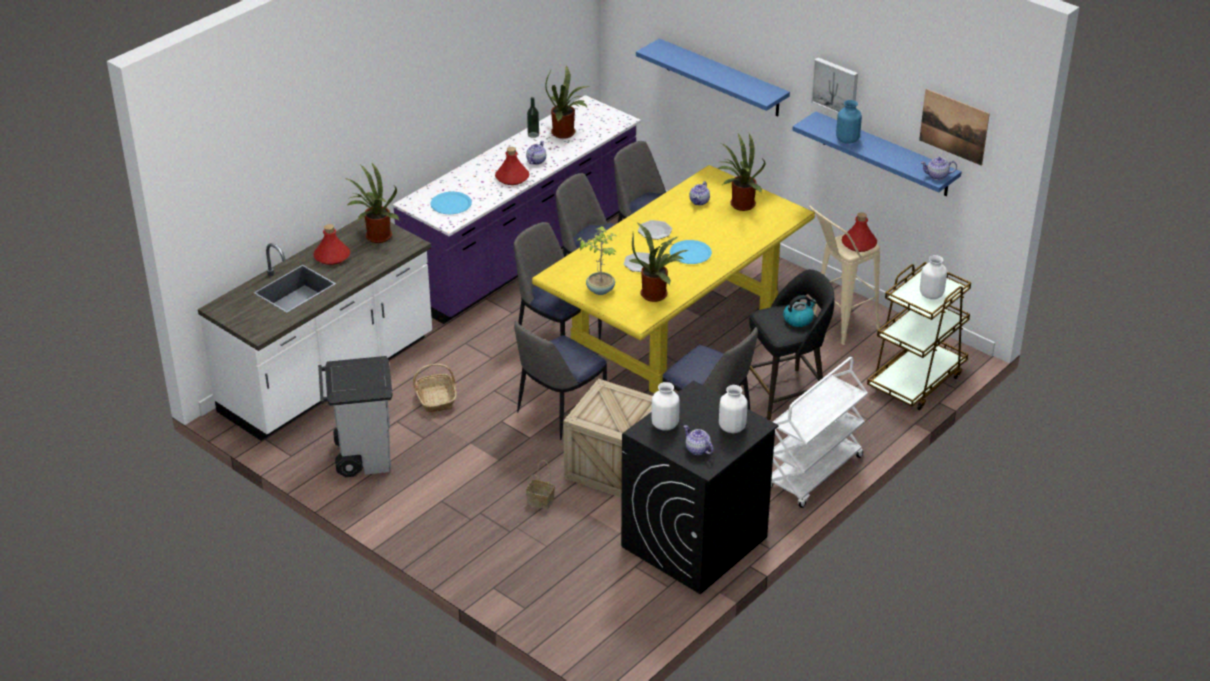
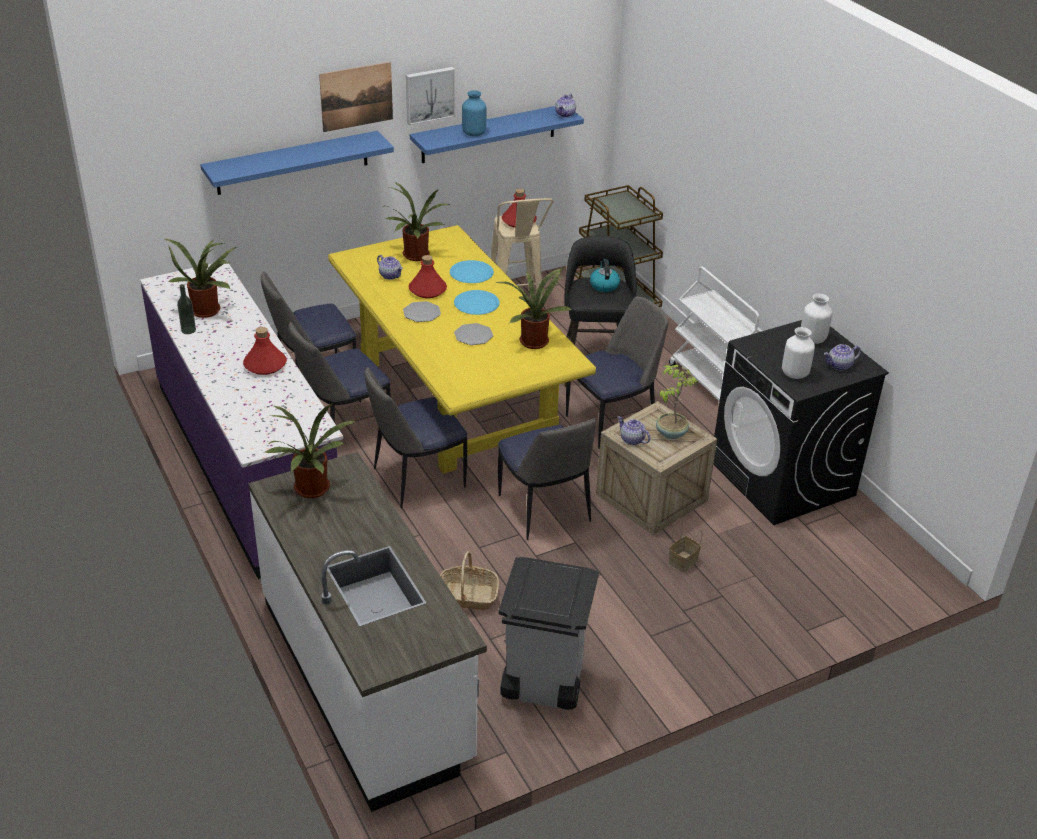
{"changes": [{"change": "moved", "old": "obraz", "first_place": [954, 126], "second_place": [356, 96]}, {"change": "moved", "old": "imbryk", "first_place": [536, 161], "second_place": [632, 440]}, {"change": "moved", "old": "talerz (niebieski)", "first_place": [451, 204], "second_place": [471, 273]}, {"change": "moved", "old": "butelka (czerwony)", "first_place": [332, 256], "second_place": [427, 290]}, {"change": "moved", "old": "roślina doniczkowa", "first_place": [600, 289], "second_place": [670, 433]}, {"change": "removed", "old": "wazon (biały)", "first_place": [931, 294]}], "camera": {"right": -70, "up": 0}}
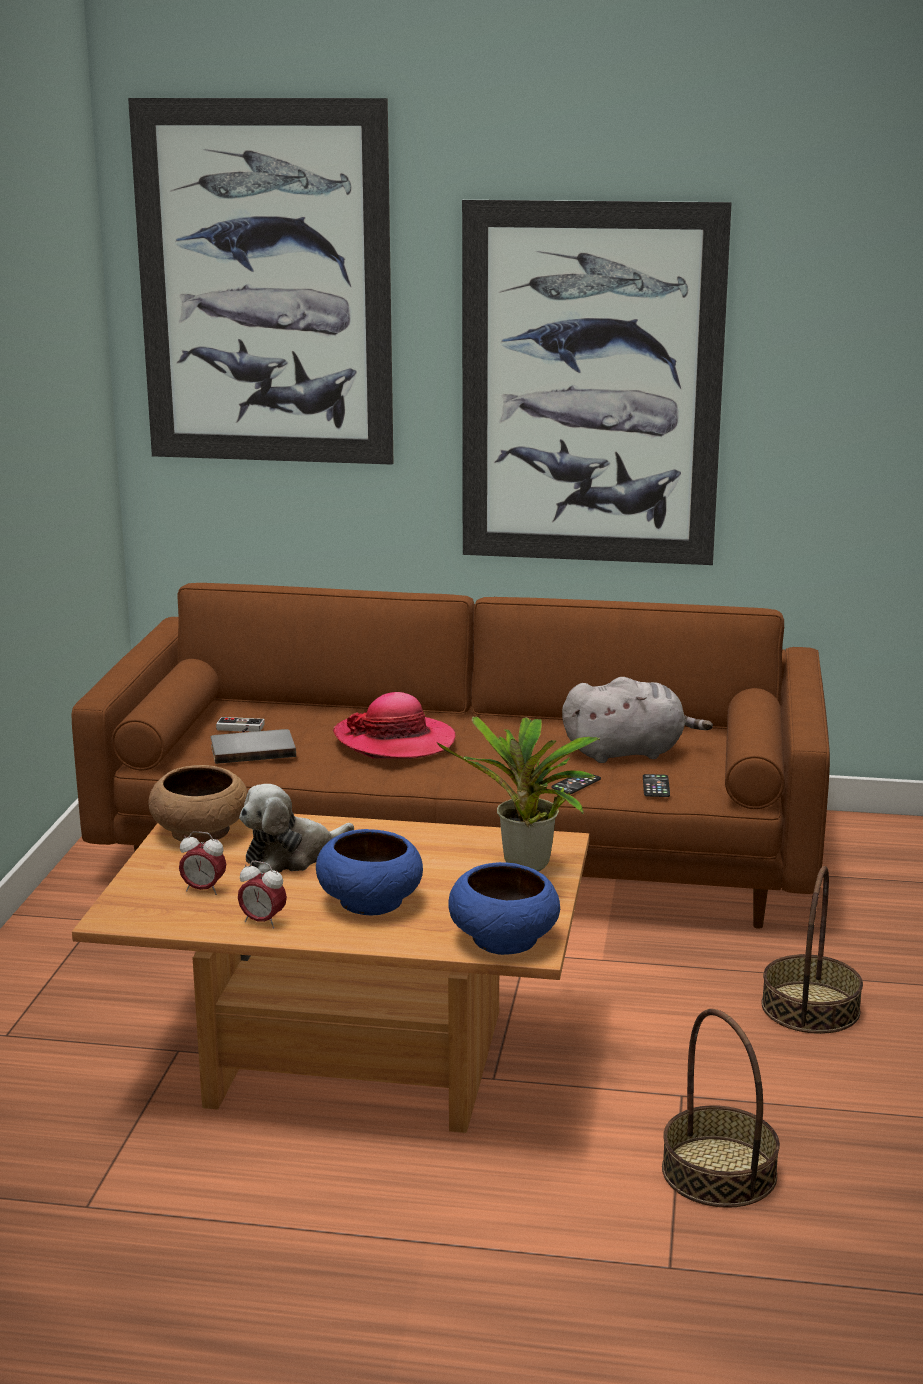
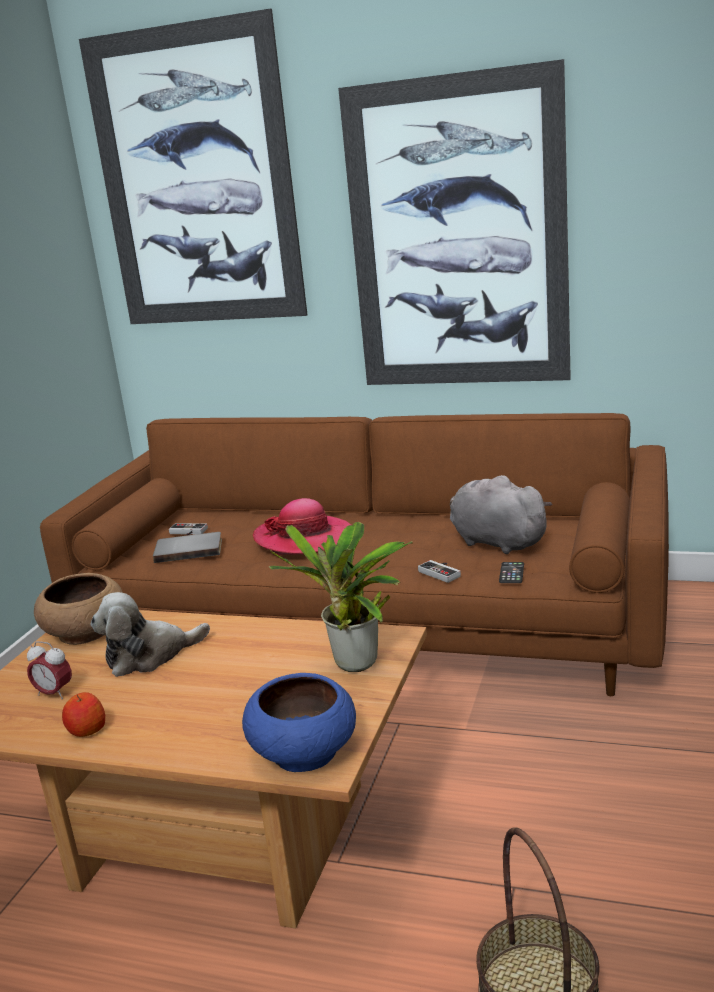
{"changes": [{"change": "turned", "old": "pluszak (szary)", "first_place": [628, 752], "second_place": [495, 542], "degrees": -135}, {"change": "replaced", "old": "telefon", "new": "pad do gier", "first_place": [576, 783], "second_place": [442, 572]}, {"change": "removed", "old": "miska (niebieski)", "first_place": [370, 901]}, {"change": "replaced", "old": "budzik", "new": "jabłko", "first_place": [263, 922], "second_place": [86, 730]}, {"change": "removed", "old": "koszyk", "first_place": [810, 1008]}], "camera": {"right": 10, "up": 0}}
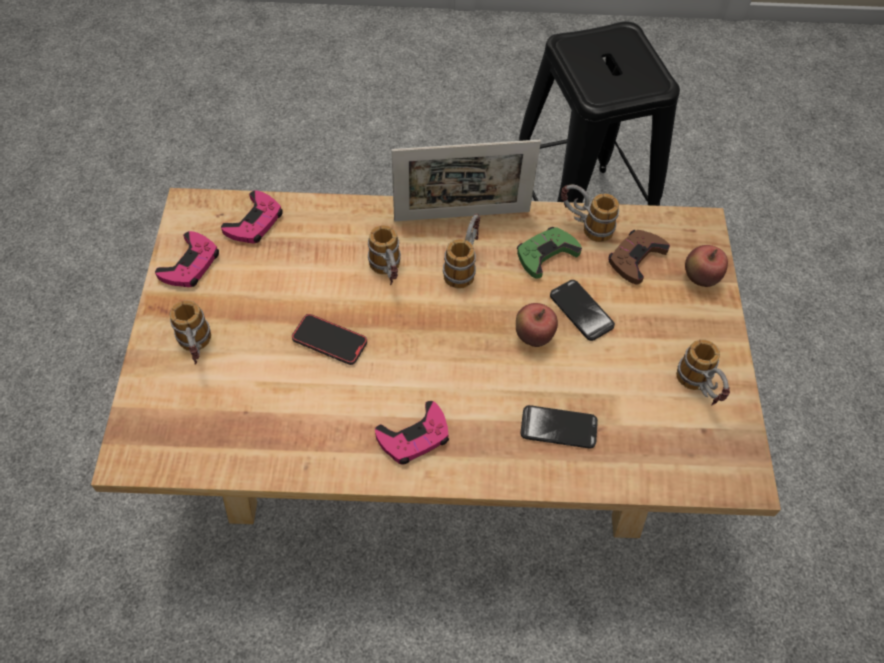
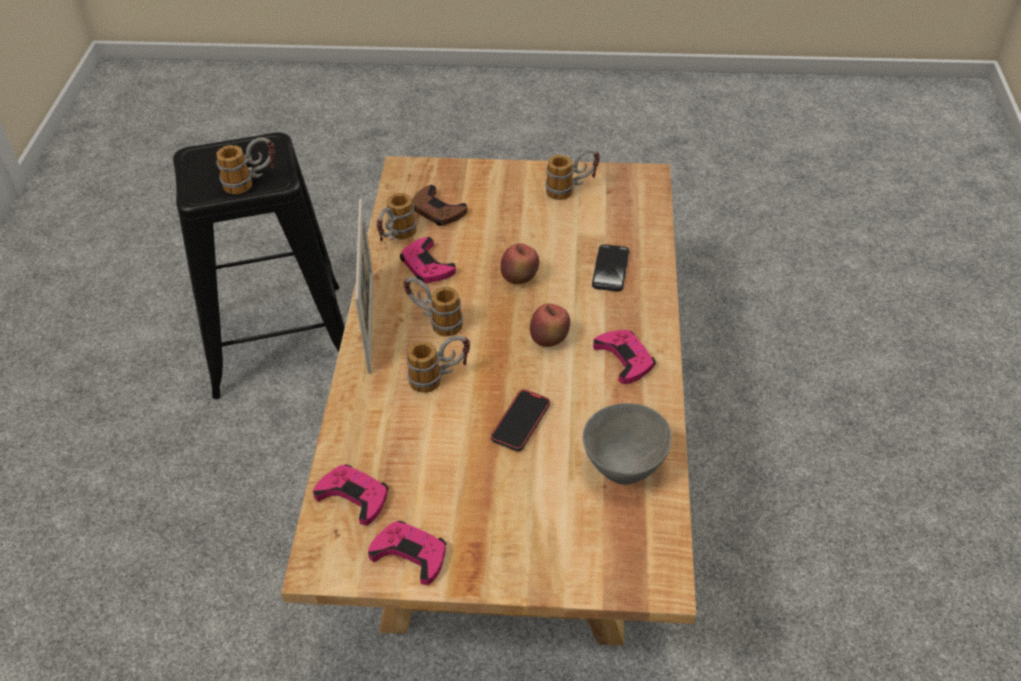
{"changes": [{"change": "recoloured", "old": "pad do gier (zielony)", "new": "pad do gier (różowy)", "first_place": [546, 254], "second_place": [427, 265]}, {"change": "moved", "old": "jabłko", "first_place": [700, 279], "second_place": [549, 340]}, {"change": "removed", "old": "telefon", "first_place": [581, 311]}, {"change": "moved", "old": "kubek", "first_place": [197, 350], "second_place": [251, 182]}, {"change": "added", "new": "miska (szary)", "second_place": [623, 466]}], "camera": {"right": -85, "up": -10}}
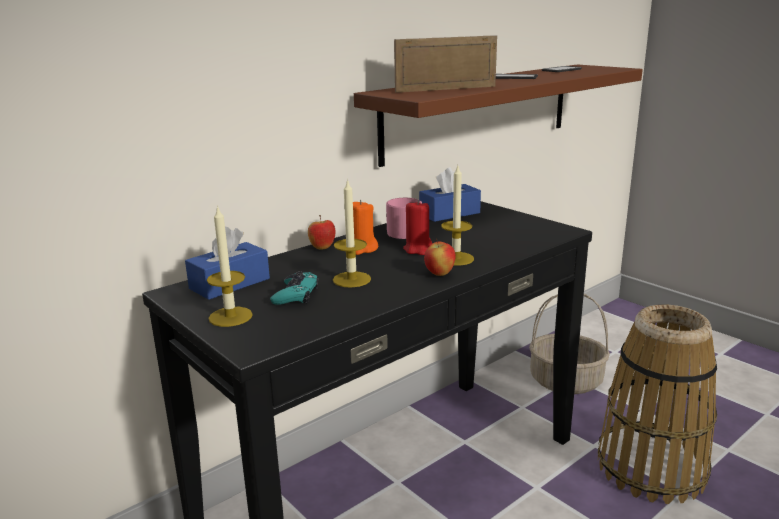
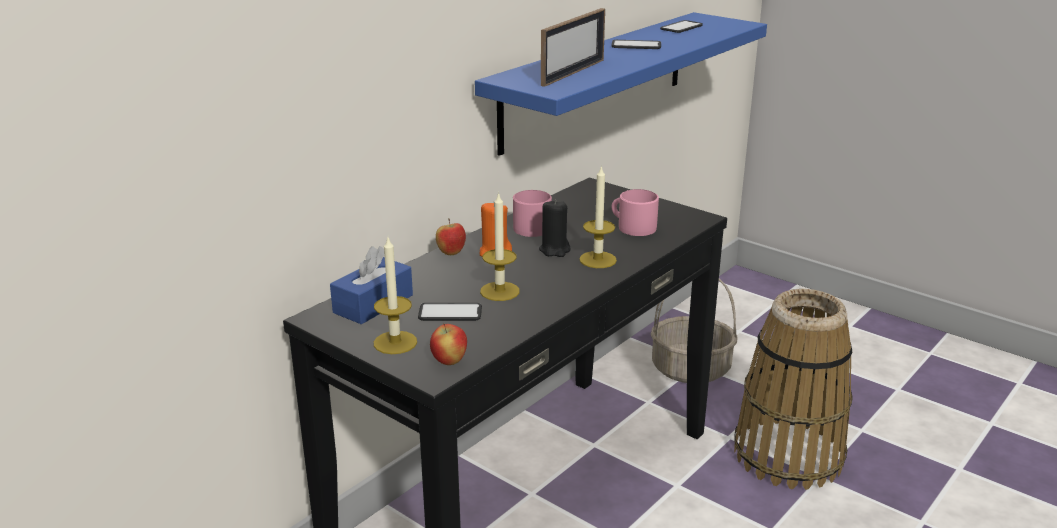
{"changes": [{"change": "turned", "old": "ramka na zdjęcie", "first_place": [446, 89], "second_place": [573, 72], "degrees": 150}, {"change": "recoloured", "old": "półka (brązowy)", "new": "półka (niebieski)", "first_place": [480, 111], "second_place": [596, 79]}, {"change": "removed", "old": "pudełko chusteczek (niebieski)", "first_place": [449, 213]}, {"change": "recoloured", "old": "świeca (czerwony)", "new": "świeca (czarny)", "first_place": [418, 249], "second_place": [555, 250]}, {"change": "moved", "old": "jabłko", "first_place": [439, 274], "second_place": [449, 361]}, {"change": "replaced", "old": "pad do gier (turkusowy)", "new": "telefon", "first_place": [296, 295], "second_place": [450, 313]}, {"change": "added", "new": "kubek (różowy)", "second_place": [632, 227]}], "camera": {"right": -10, "up": 5}}
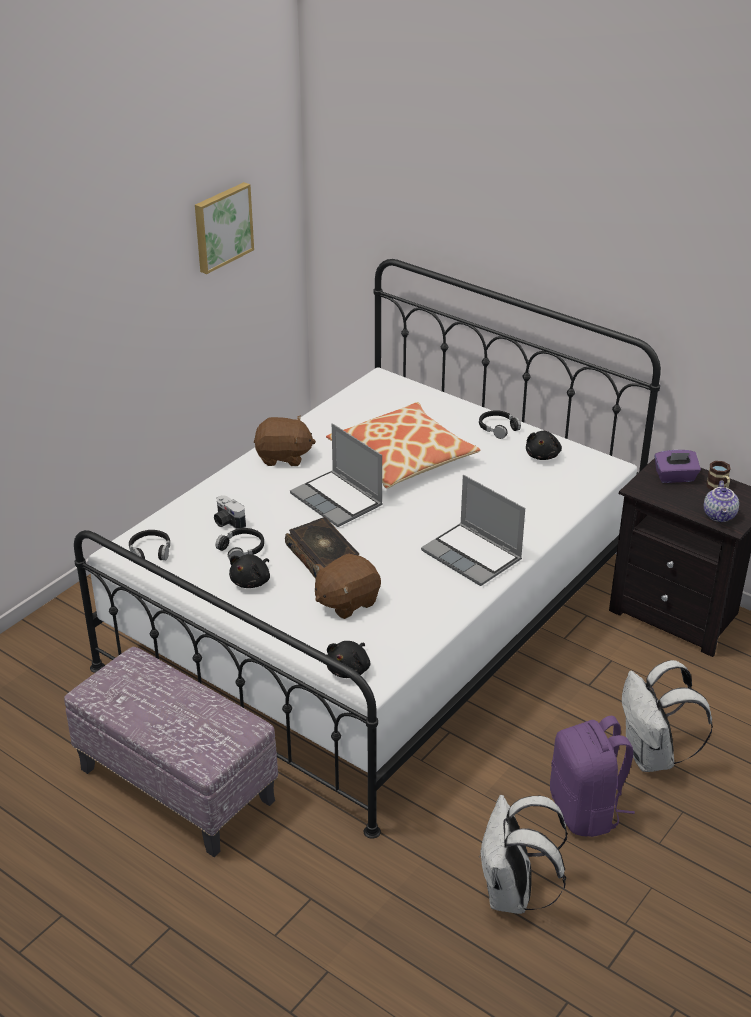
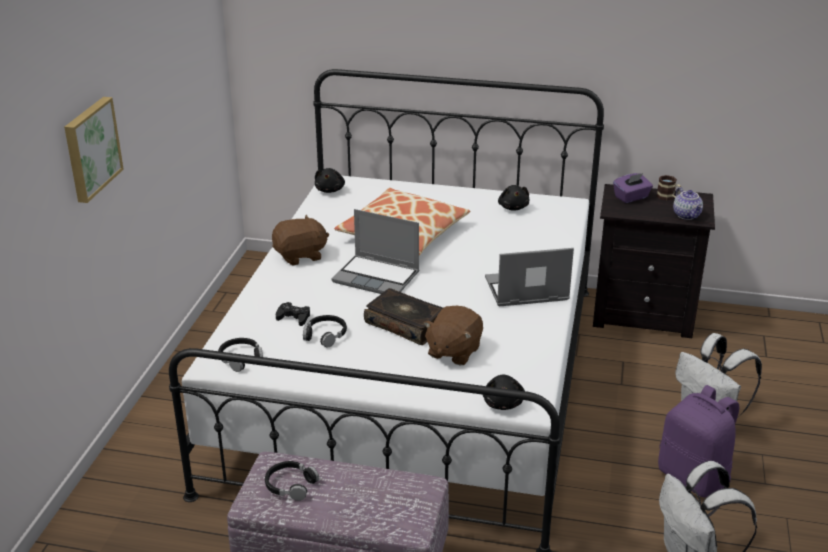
{"changes": [{"change": "moved", "old": "obraz", "first_place": [222, 227], "second_place": [90, 148]}, {"change": "moved", "old": "słuchawki (czarny)", "first_place": [498, 428], "second_place": [290, 485]}, {"change": "turned", "old": "laptop", "first_place": [473, 556], "second_place": [525, 290], "degrees": 150}, {"change": "replaced", "old": "aparat fotograficzny", "new": "pad do gier (czarny)", "first_place": [227, 522], "second_place": [294, 317]}, {"change": "moved", "old": "pluszak (czarny)", "first_place": [252, 581], "second_place": [330, 190]}], "camera": {"right": -25, "up": -5}}
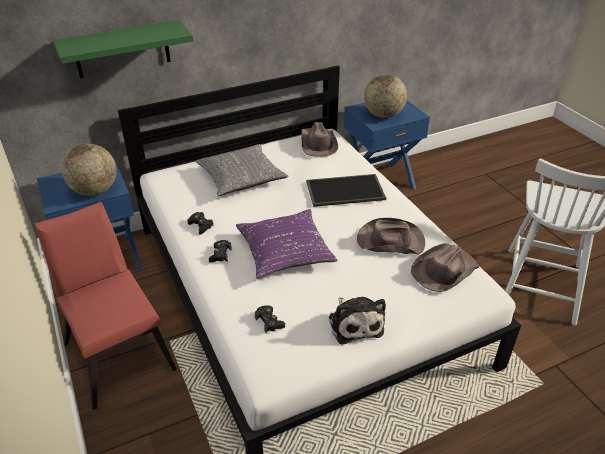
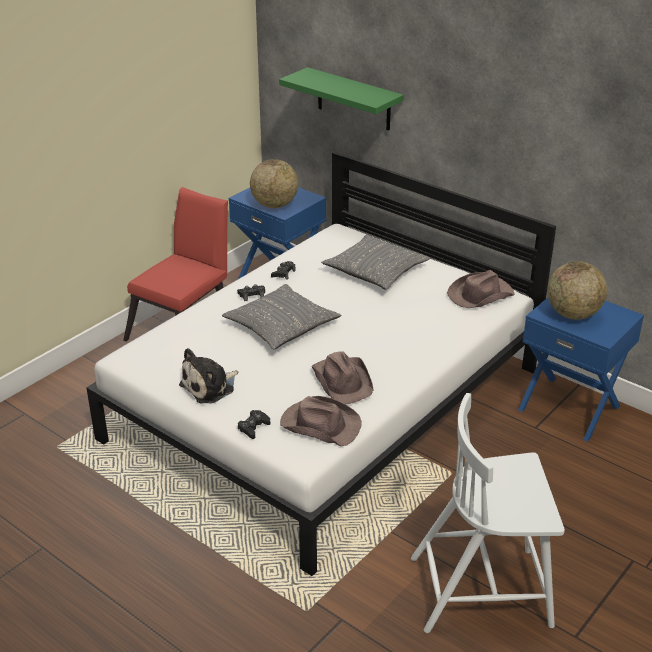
{"changes": [{"change": "removed", "old": "taca", "first_place": [344, 191]}, {"change": "recoloured", "old": "poduszka (fioletowy)", "new": "poduszka (szary)", "first_place": [285, 251], "second_place": [281, 326]}, {"change": "moved", "old": "pad do gier (czarny)", "first_place": [269, 322], "second_place": [253, 427]}], "camera": {"right": 65, "up": -5}}
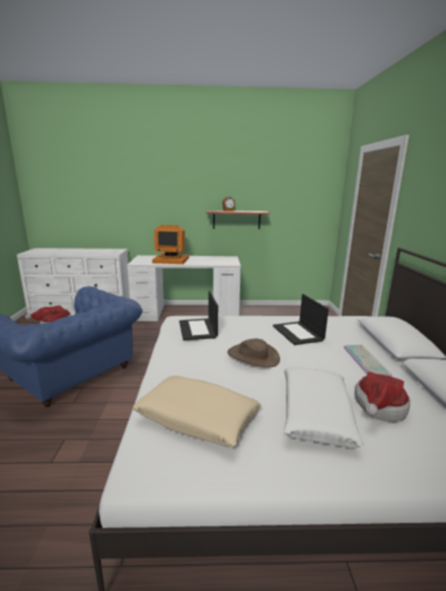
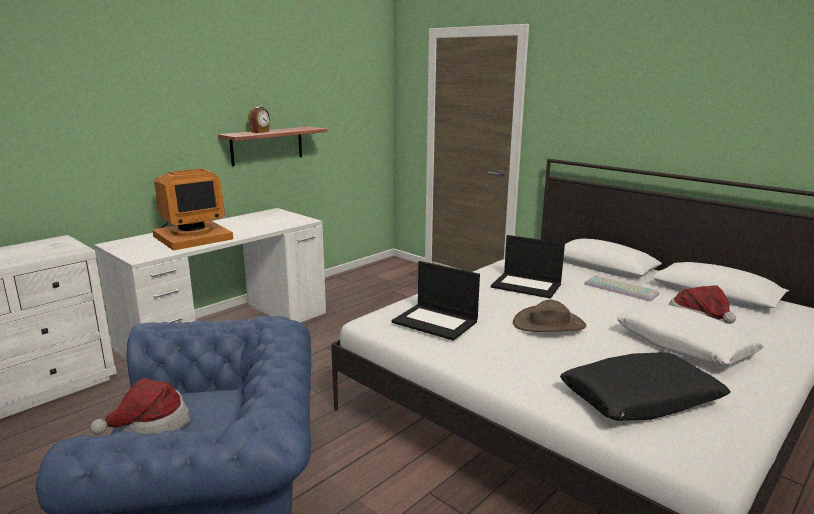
{"changes": [{"change": "recoloured", "old": "poduszka (beżowy)", "new": "poduszka (czarny)", "first_place": [197, 418], "second_place": [640, 399]}], "camera": {"right": -45, "up": 0}}
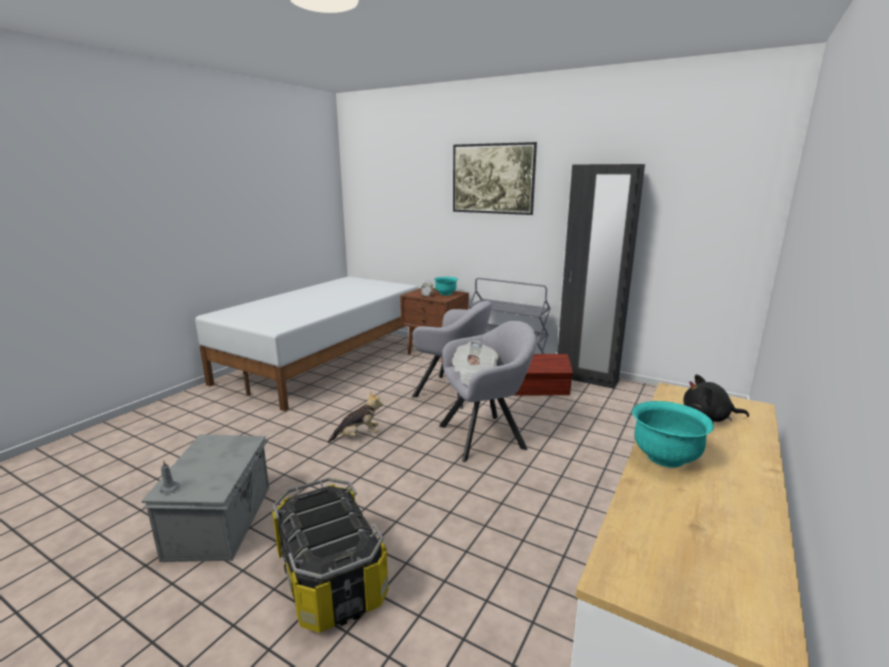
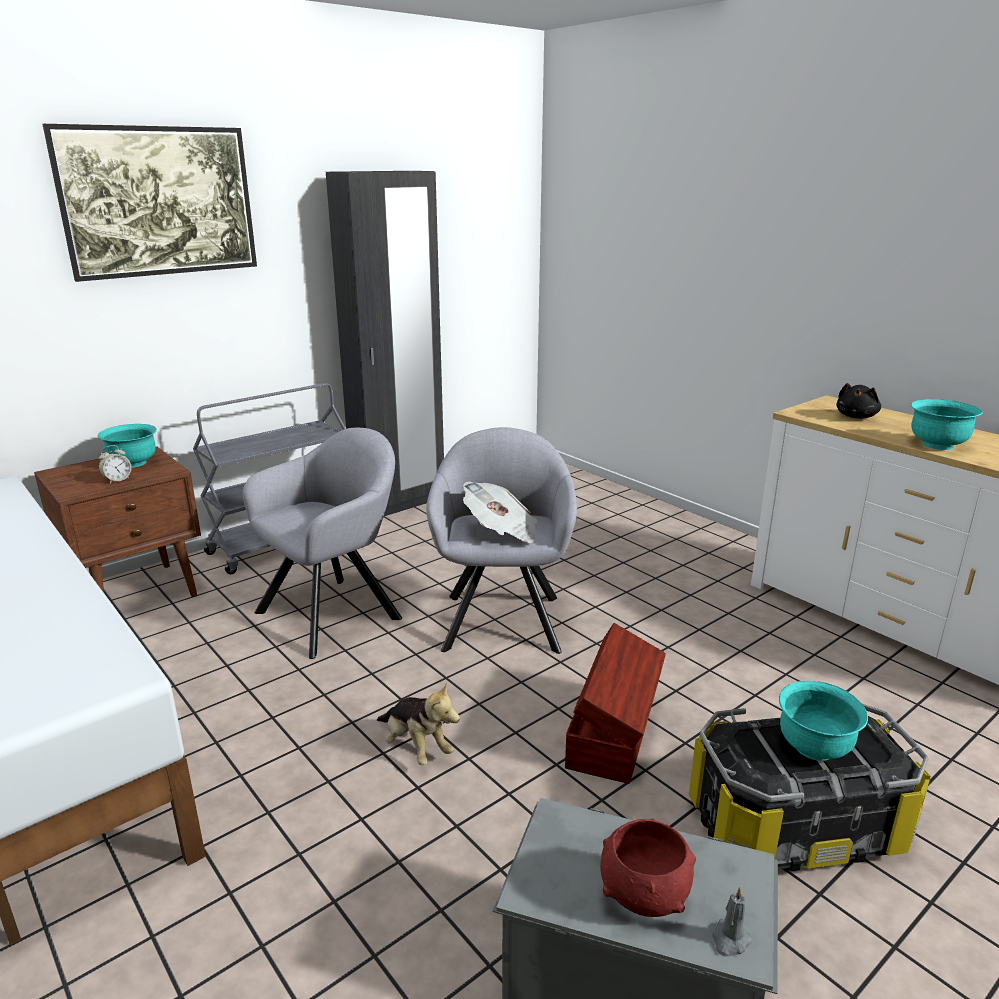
{"changes": [{"change": "moved", "old": "pojemnik do przechowywania (brązowy)", "first_place": [539, 390], "second_place": [614, 731]}, {"change": "turned", "old": "pluszak", "first_place": [358, 436], "second_place": [416, 747], "degrees": 135}, {"change": "added", "new": "miska (turkusowy)", "second_place": [814, 748]}, {"change": "added", "new": "miska (czerwony)", "second_place": [643, 893]}], "camera": {"right": -70, "up": 5}}
